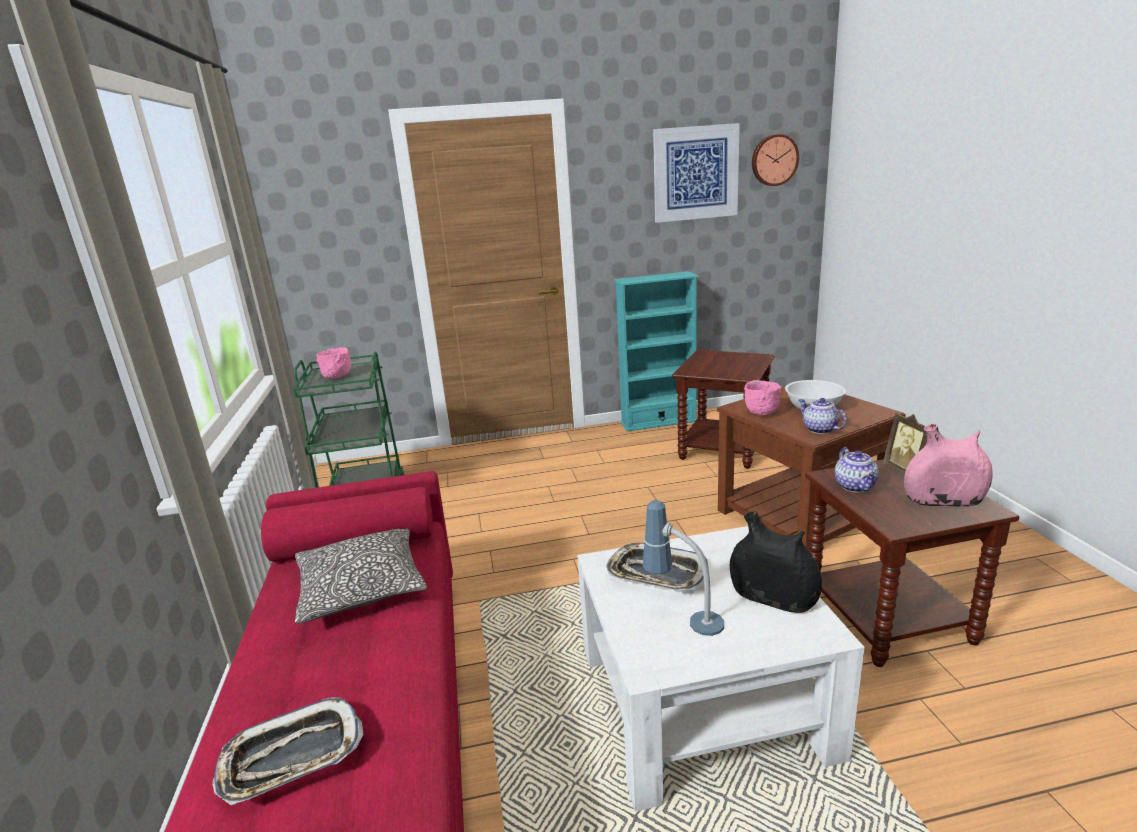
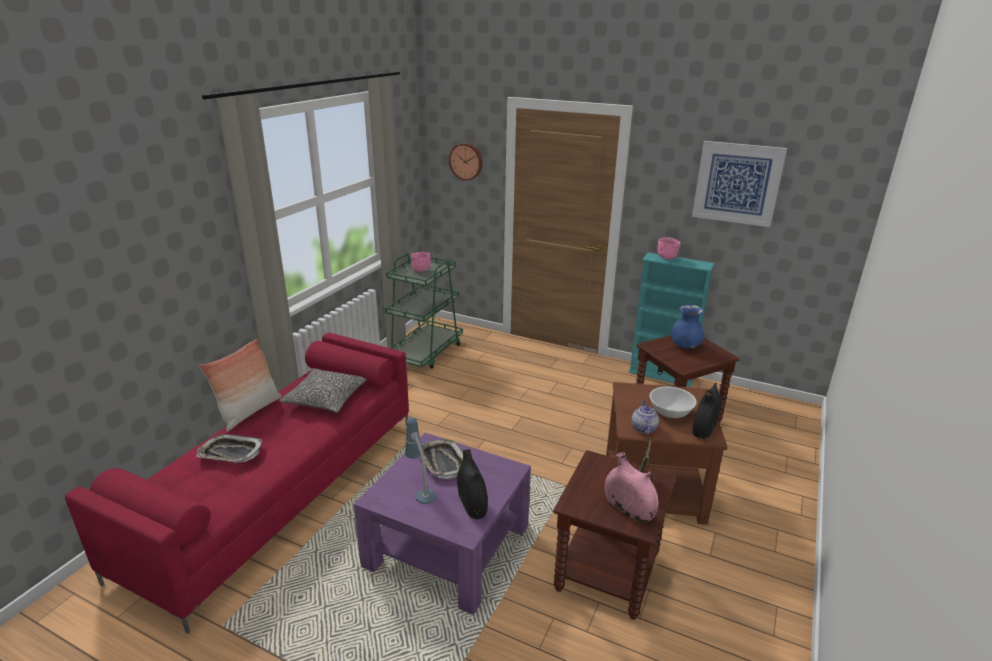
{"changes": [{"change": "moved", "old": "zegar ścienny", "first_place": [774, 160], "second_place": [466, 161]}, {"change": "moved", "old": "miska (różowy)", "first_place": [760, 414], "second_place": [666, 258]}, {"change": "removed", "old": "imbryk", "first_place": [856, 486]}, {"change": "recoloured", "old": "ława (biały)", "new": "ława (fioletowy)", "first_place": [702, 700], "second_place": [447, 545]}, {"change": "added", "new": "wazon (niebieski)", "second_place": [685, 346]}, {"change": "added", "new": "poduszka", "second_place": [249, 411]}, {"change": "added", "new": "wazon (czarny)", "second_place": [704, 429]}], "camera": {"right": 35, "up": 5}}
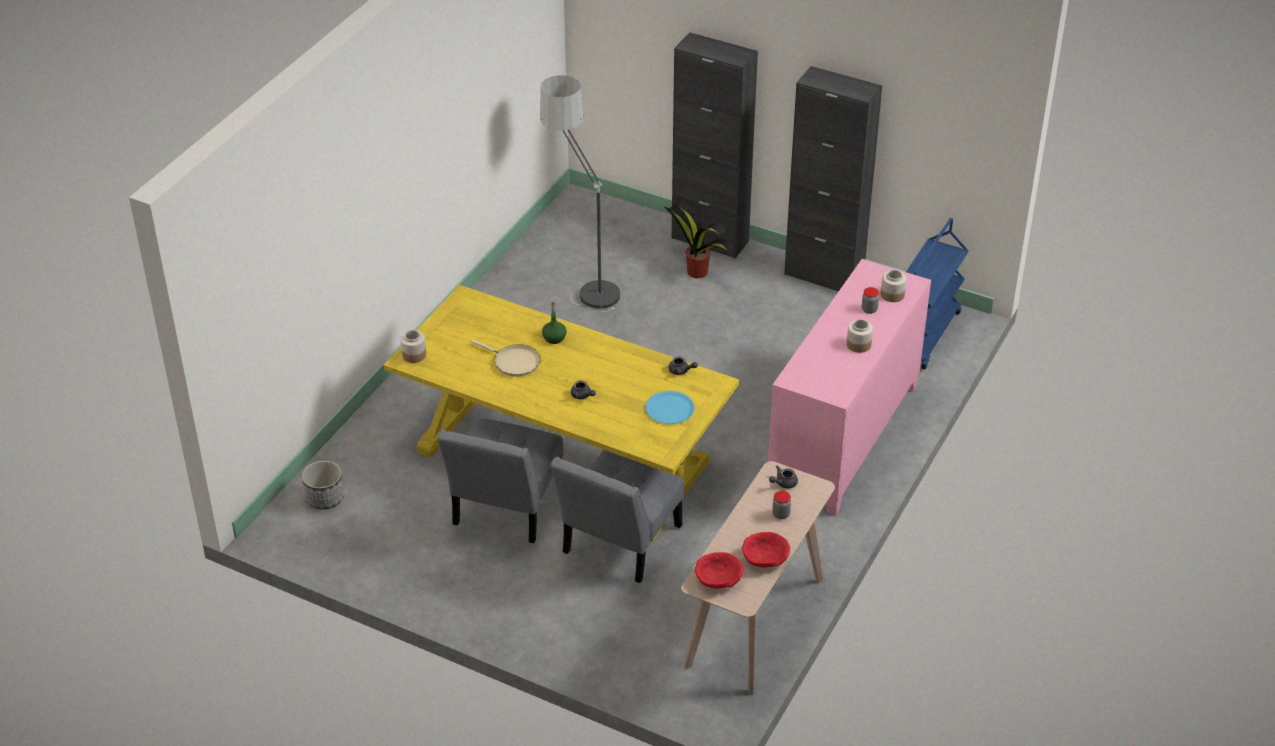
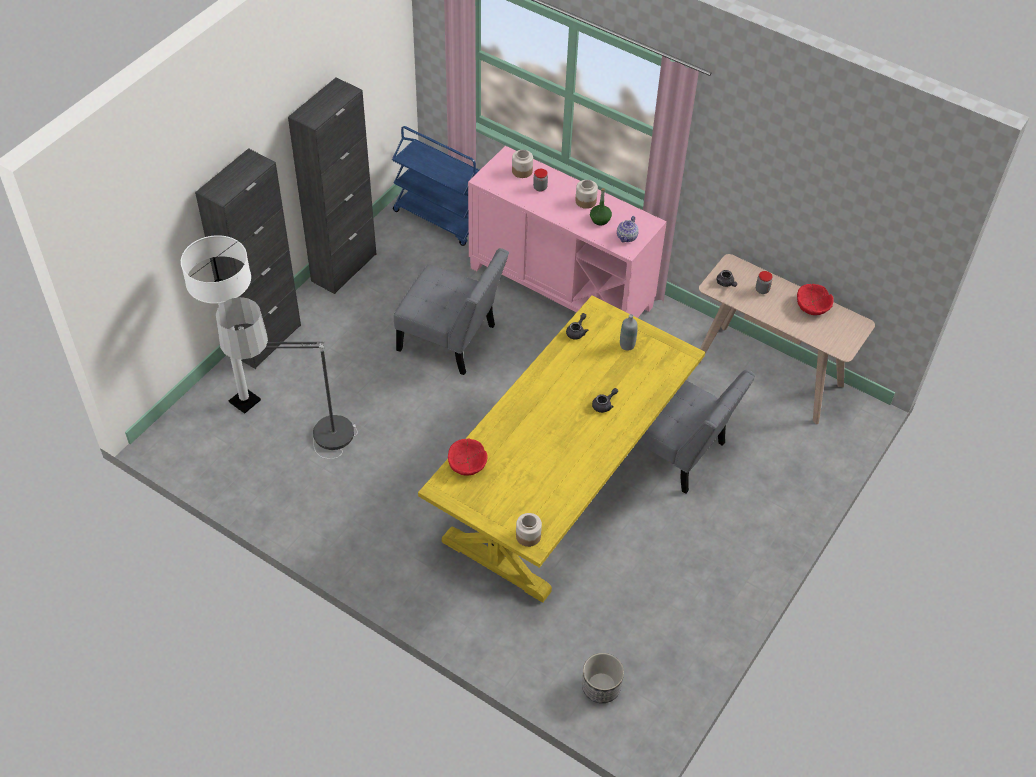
{"changes": [{"change": "removed", "old": "roślina doniczkowa", "first_place": [696, 271]}, {"change": "moved", "old": "butelka (zielony)", "first_place": [554, 338], "second_place": [600, 219]}, {"change": "removed", "old": "patelnia (beżowy)", "first_place": [514, 362]}, {"change": "replaced", "old": "talerz (niebieski)", "new": "butelka (szary)", "first_place": [670, 408], "second_place": [627, 345]}, {"change": "moved", "old": "krzesło (szary)", "first_place": [505, 509], "second_place": [451, 340]}, {"change": "moved", "old": "miska (czerwony)", "first_place": [718, 579], "second_place": [467, 464]}, {"change": "added", "new": "imbryk", "second_place": [627, 237]}, {"change": "added", "new": "lampa stojąca (biały)", "second_place": [245, 401]}], "camera": {"right": -85, "up": 10}}
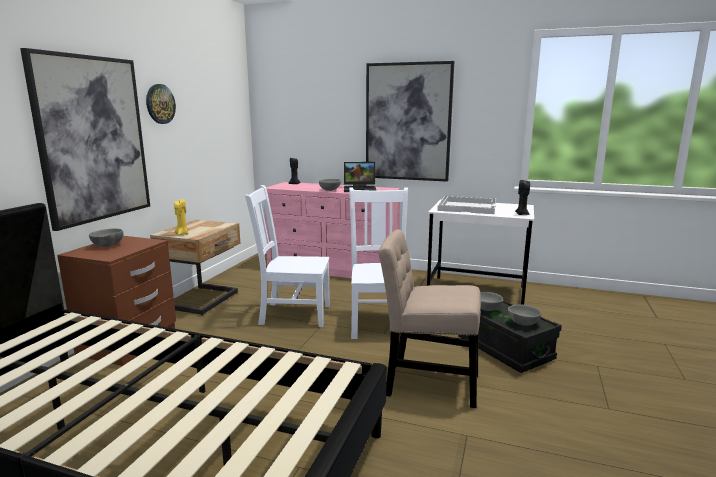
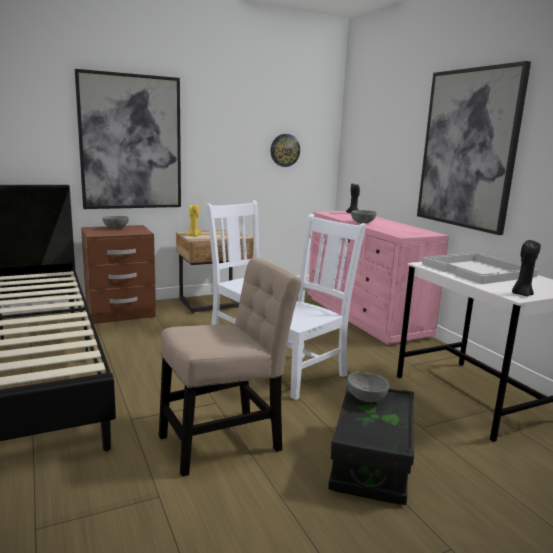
{"changes": [{"change": "moved", "old": "zegar ścienny", "first_place": [160, 104], "second_place": [285, 150]}, {"change": "removed", "old": "laptop", "first_place": [360, 189]}, {"change": "turned", "old": "krzesło (beżowy)", "first_place": [427, 383], "second_place": [226, 440], "degrees": 90}, {"change": "removed", "old": "miska (szary)", "first_place": [522, 323]}], "camera": {"right": 45, "up": 0}}
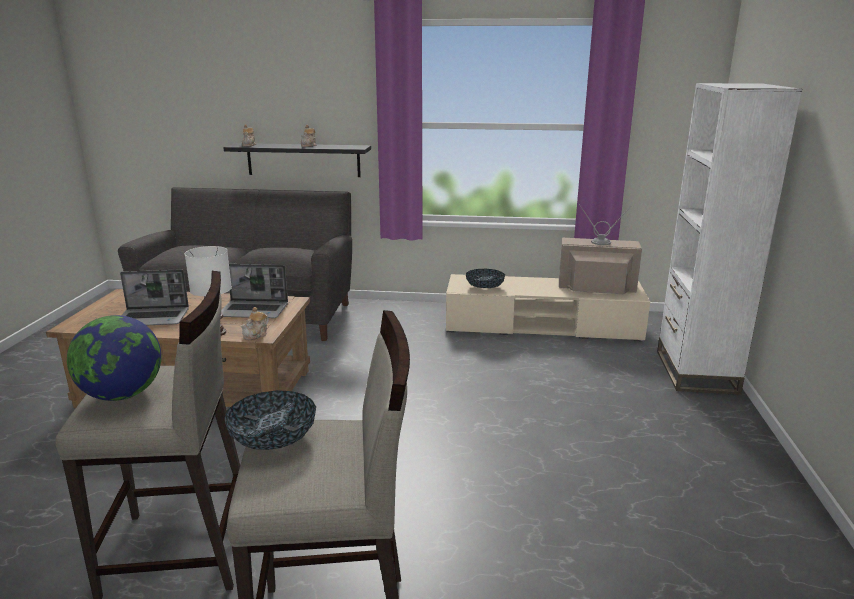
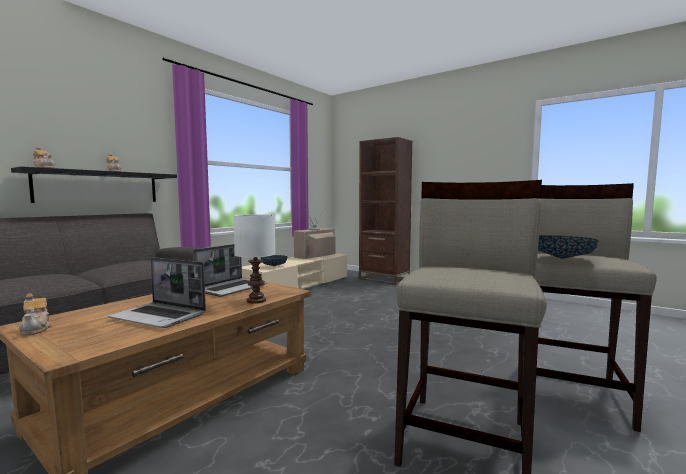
{"changes": [{"change": "recoloured", "old": "regał (biały)", "new": "regał (brązowy)", "first_place": [695, 372], "second_place": [384, 279]}, {"change": "turned", "old": "laptop", "first_place": [154, 318], "second_place": [160, 316], "degrees": 90}, {"change": "moved", "old": "imbryk", "first_place": [256, 335], "second_place": [36, 329]}, {"change": "removed", "old": "globus", "first_place": [122, 395]}], "camera": {"right": -60, "up": -15}}
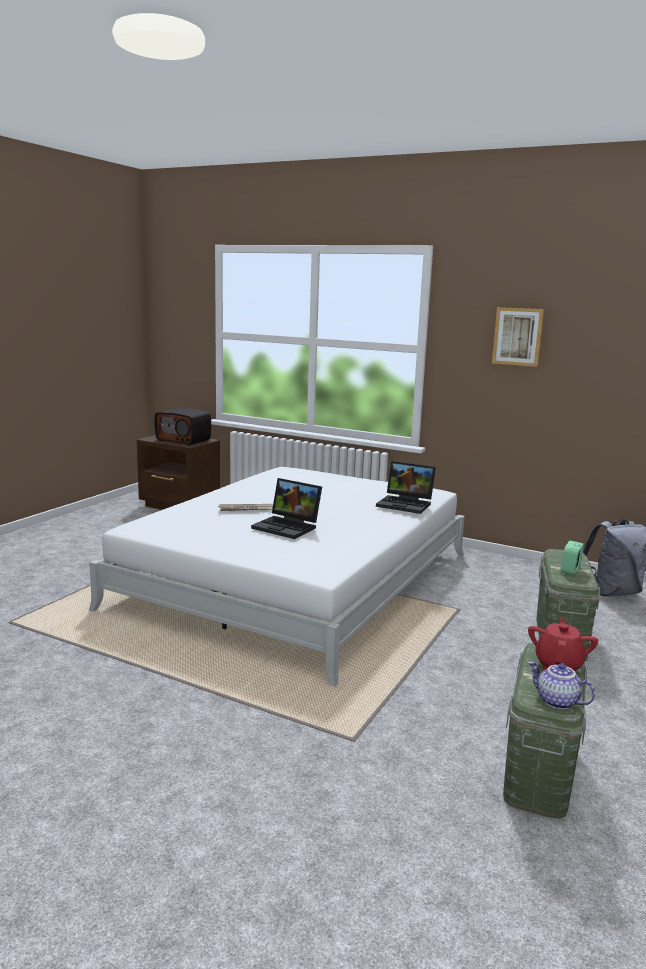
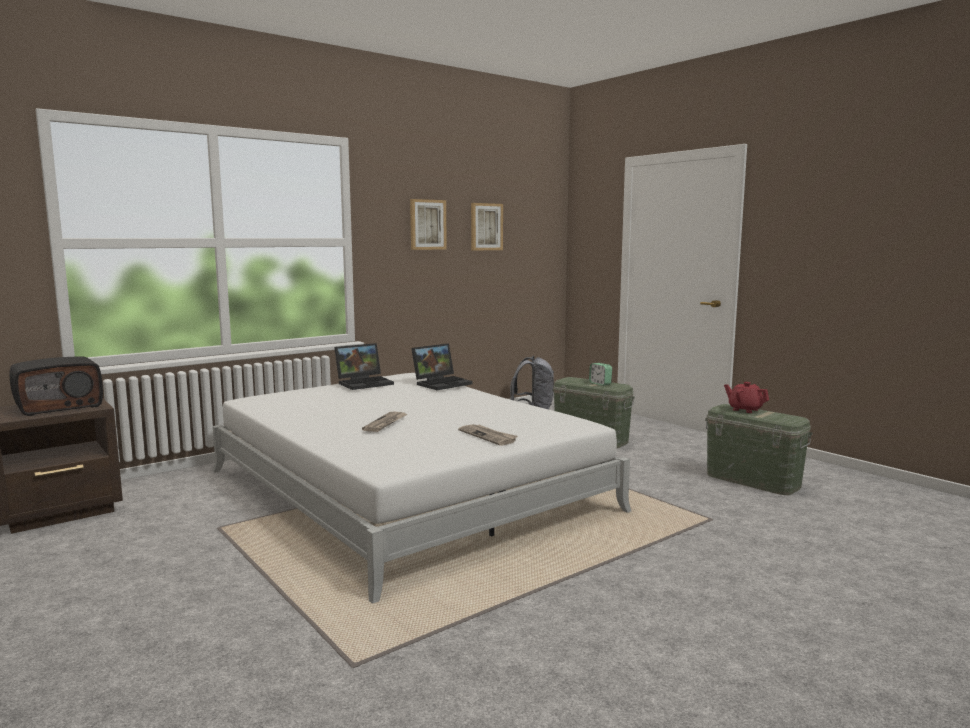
{"changes": [{"change": "moved", "old": "laptop", "first_place": [288, 527], "second_place": [365, 383]}, {"change": "removed", "old": "imbryk", "first_place": [556, 701]}, {"change": "added", "new": "obraz", "second_place": [486, 227]}, {"change": "added", "new": "gazeta", "second_place": [488, 436]}], "camera": {"right": -65, "up": -5}}
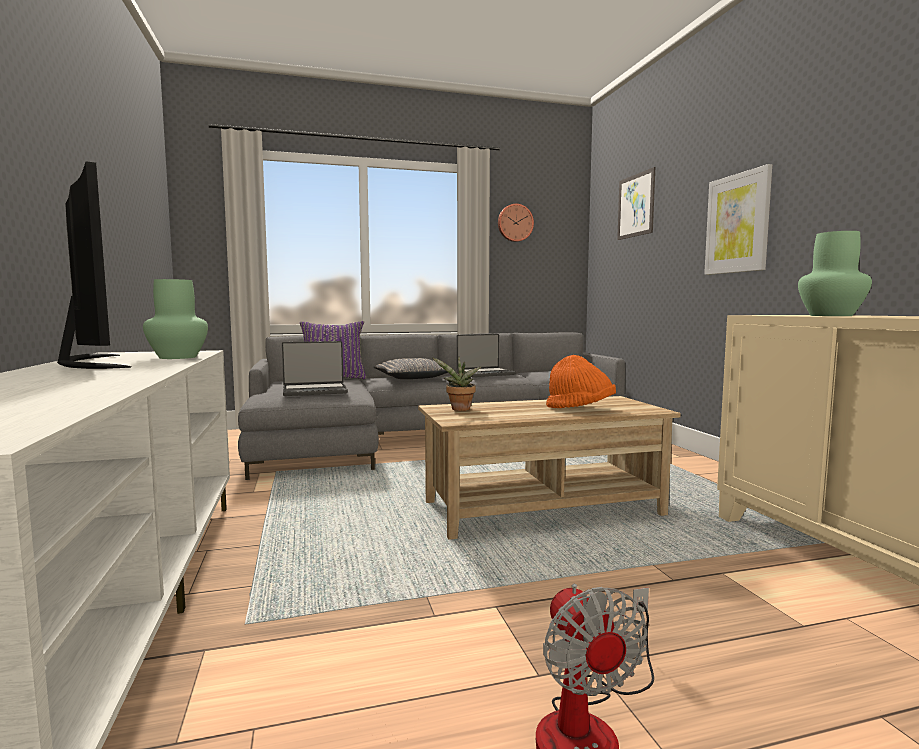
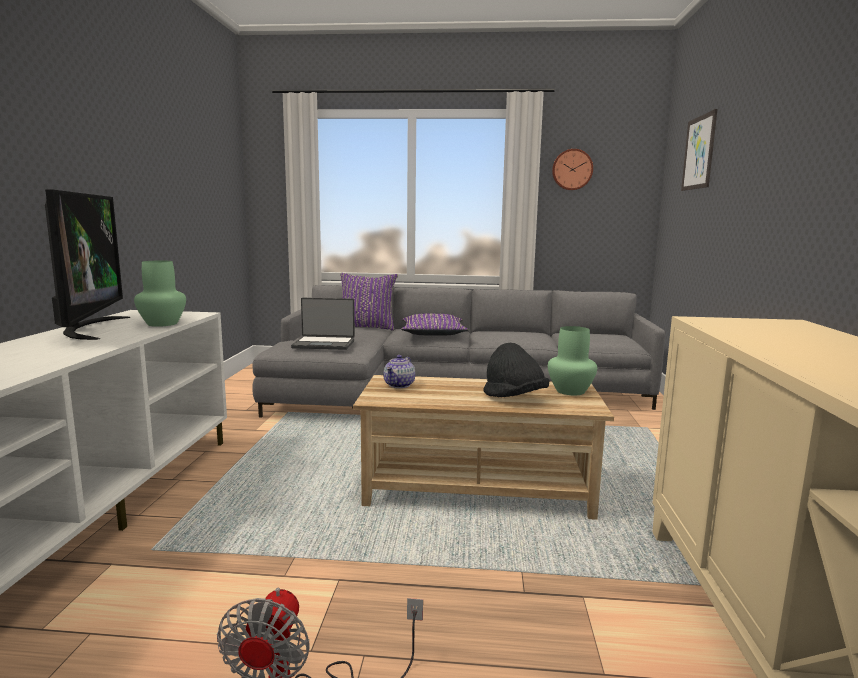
{"changes": [{"change": "removed", "old": "obraz", "first_place": [737, 223]}, {"change": "moved", "old": "wazon (zielony)", "first_place": [829, 315], "second_place": [569, 391]}, {"change": "removed", "old": "laptop", "first_place": [485, 374]}, {"change": "recoloured", "old": "kapelusz (pomarańczowy)", "new": "kapelusz (czarny)", "first_place": [580, 409], "second_place": [514, 398]}, {"change": "replaced", "old": "roślina doniczkowa", "new": "imbryk", "first_place": [459, 409], "second_place": [399, 385]}, {"change": "recoloured", "old": "poduszka (szary)", "new": "poduszka (fioletowy)", "first_place": [412, 378], "second_place": [433, 333]}], "camera": {"right": 20, "up": 5}}
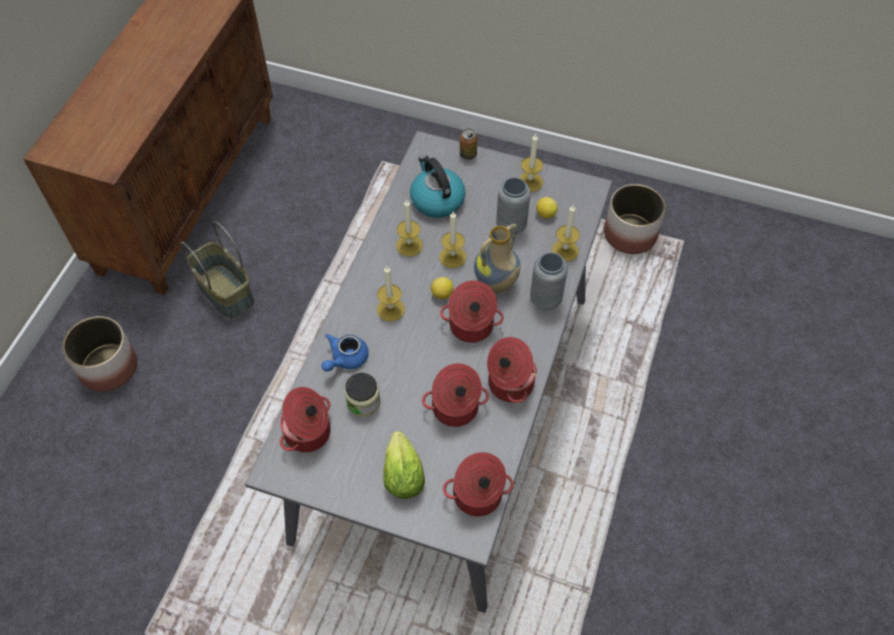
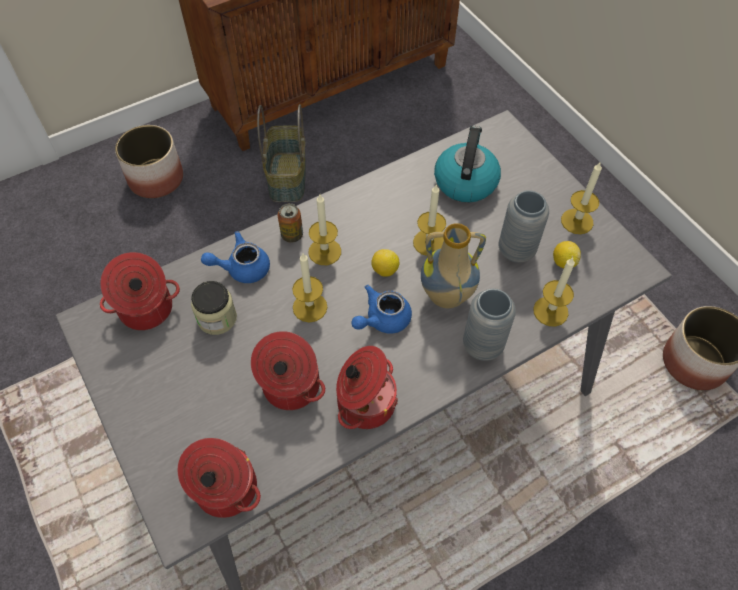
{"changes": [{"change": "moved", "old": "puszka", "first_place": [468, 154], "second_place": [292, 235]}, {"change": "moved", "old": "świeca", "first_place": [409, 245], "second_place": [310, 307]}, {"change": "replaced", "old": "garnek", "new": "imbryk (niebieski)", "first_place": [471, 326], "second_place": [382, 319]}, {"change": "removed", "old": "sałata", "first_place": [402, 472]}], "camera": {"right": 40, "up": 0}}
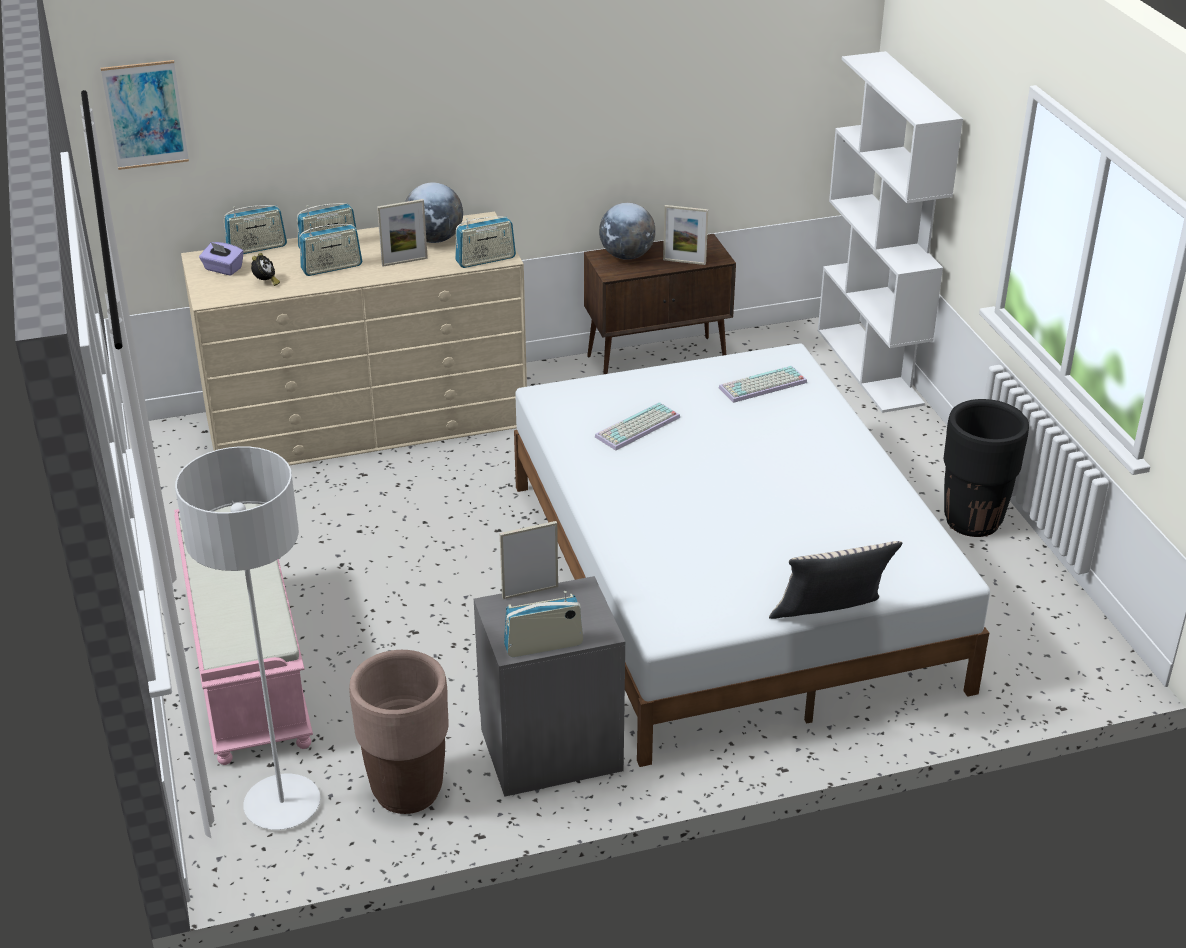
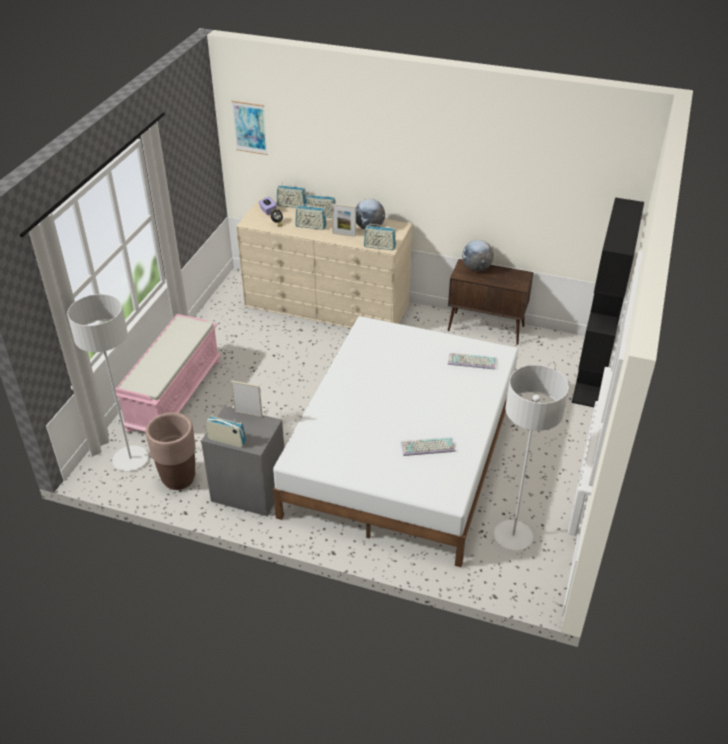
{"changes": [{"change": "recoloured", "old": "regał (biały)", "new": "regał (czarny)", "first_place": [870, 367], "second_place": [592, 375]}, {"change": "removed", "old": "ramka na zdjęcie", "first_place": [684, 262]}, {"change": "removed", "old": "donica (czarny)", "first_place": [972, 522]}, {"change": "moved", "old": "klawiatura", "first_place": [638, 428], "second_place": [427, 448]}, {"change": "removed", "old": "poduszka (beżowy)", "first_place": [830, 620]}, {"change": "added", "new": "lampa stojąca (szary)", "second_place": [513, 536]}], "camera": {"right": 35, "up": 5}}
